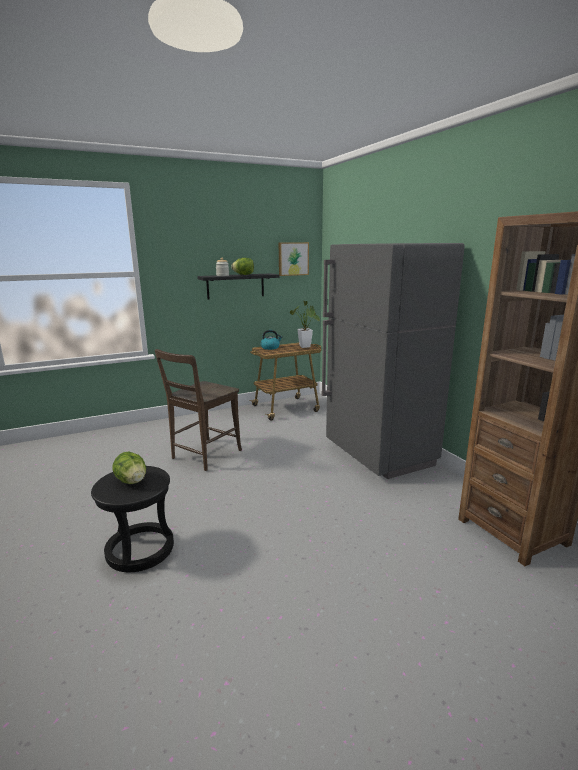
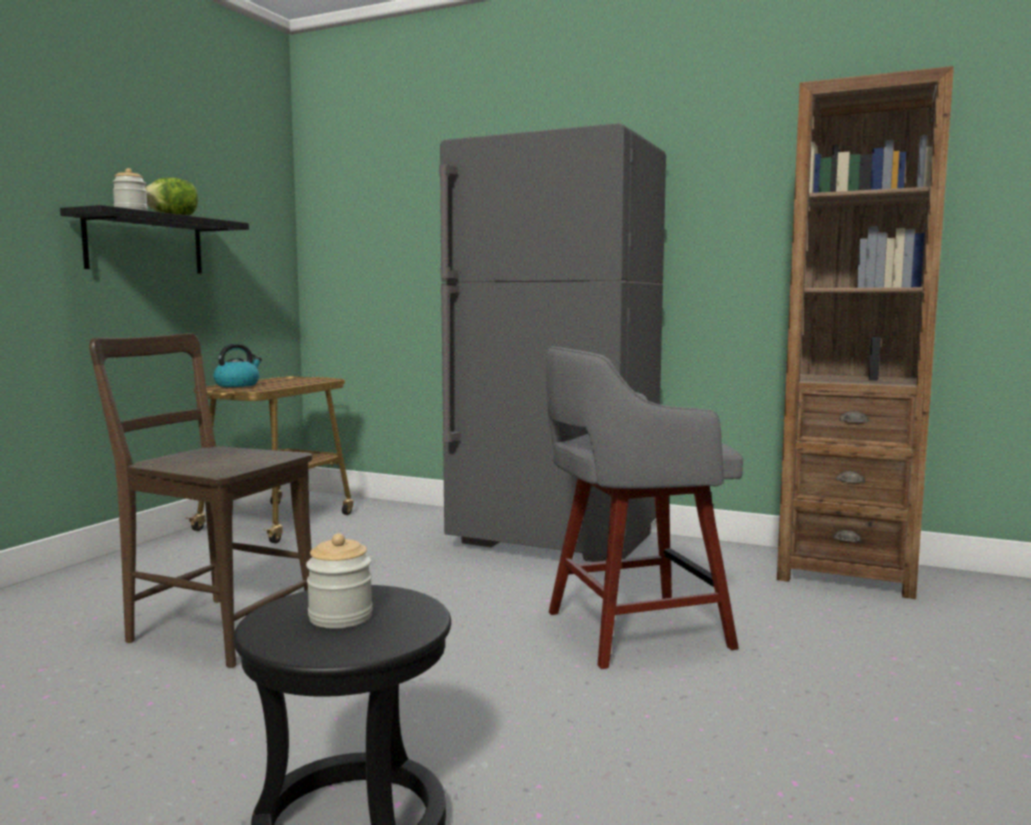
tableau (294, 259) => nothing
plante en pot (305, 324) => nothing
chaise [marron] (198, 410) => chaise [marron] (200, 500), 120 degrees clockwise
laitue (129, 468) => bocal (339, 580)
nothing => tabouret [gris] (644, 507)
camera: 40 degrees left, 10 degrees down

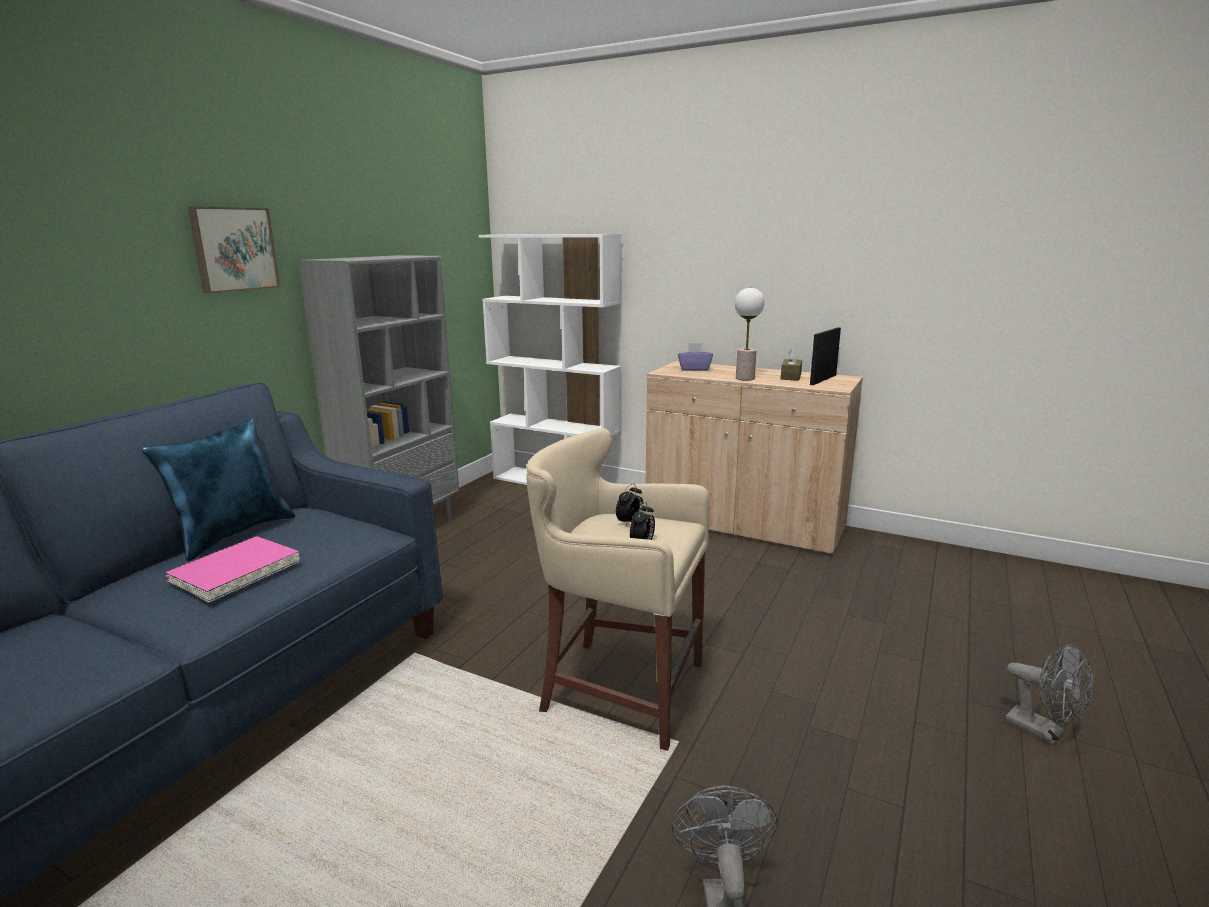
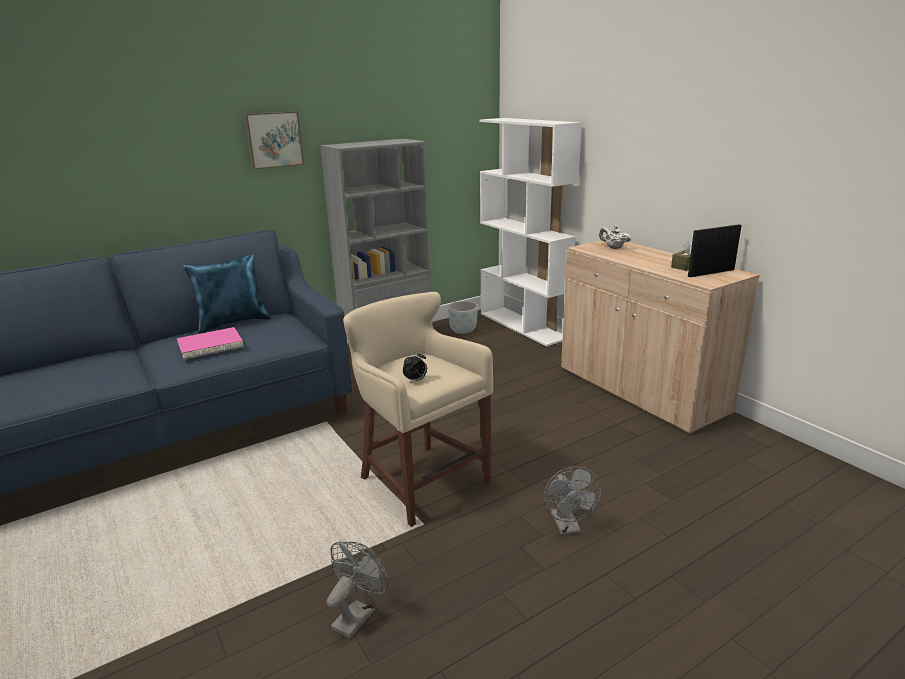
lampe de table (750, 334) => nothing
boîte à mouchoirs [violet] (695, 357) => théière [blanc] (615, 237)
réveil (630, 505) => nothing
ventilateur [gris] (1049, 694) => ventilateur [gris] (572, 500), moved
nothing => cache-pot [gris] (463, 317)
camera: 30 degrees right, 5 degrees up

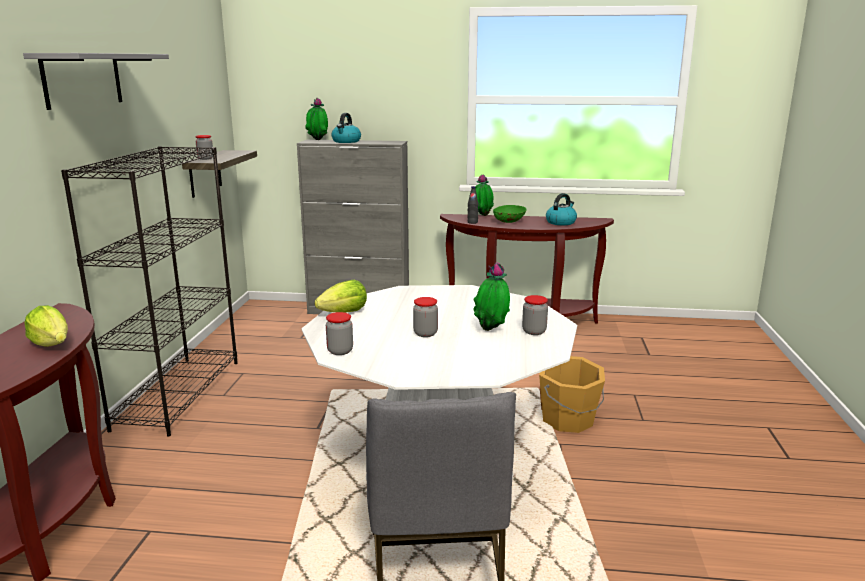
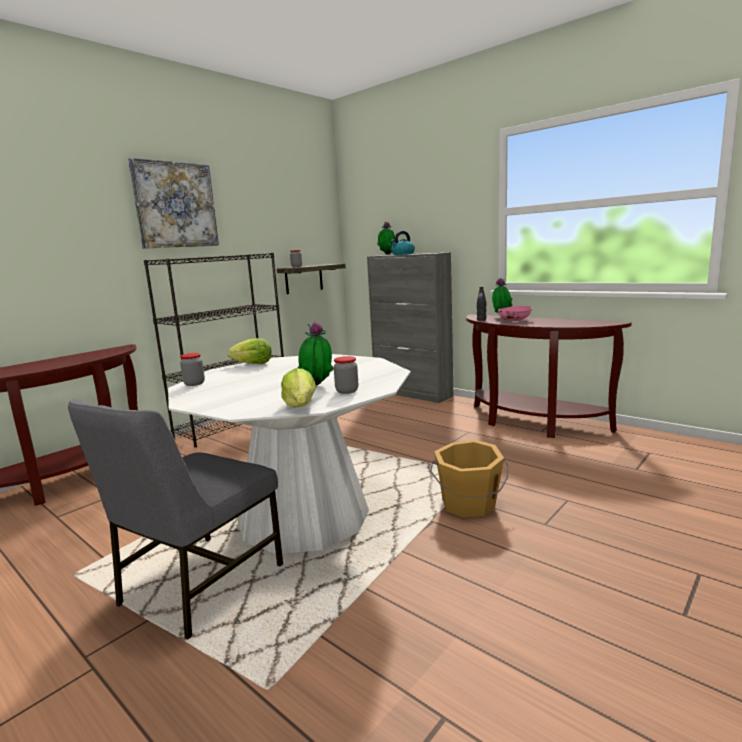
étagère [gris] (96, 81) => tableau (173, 203)
bouilloire (561, 209) => nothing
bol [vert] (510, 214) => bol [rose] (515, 313)
bocal (425, 317) => nothing
laitue (46, 326) => laitue (298, 388), moved
camera: 35 degrees right, 5 degrees down

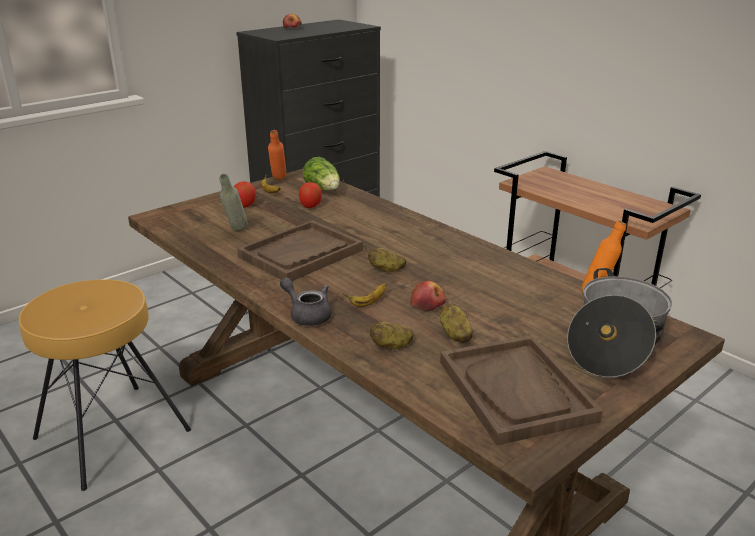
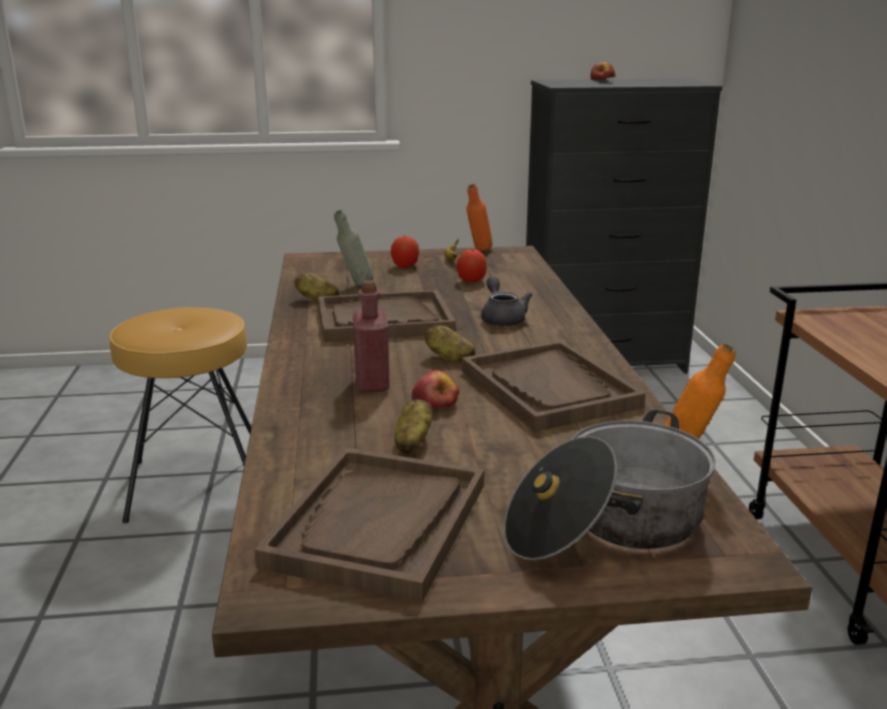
laitue (321, 173) => nothing
théière [gris] (305, 301) => théière [gris] (507, 301), moved
banane (364, 295) => bouteille [rouge] (371, 336)
pomme de terre (391, 335) => pomme de terre (316, 287), moved
nothing => plateau [marron] (554, 386)
camera: 35 degrees right, 5 degrees down

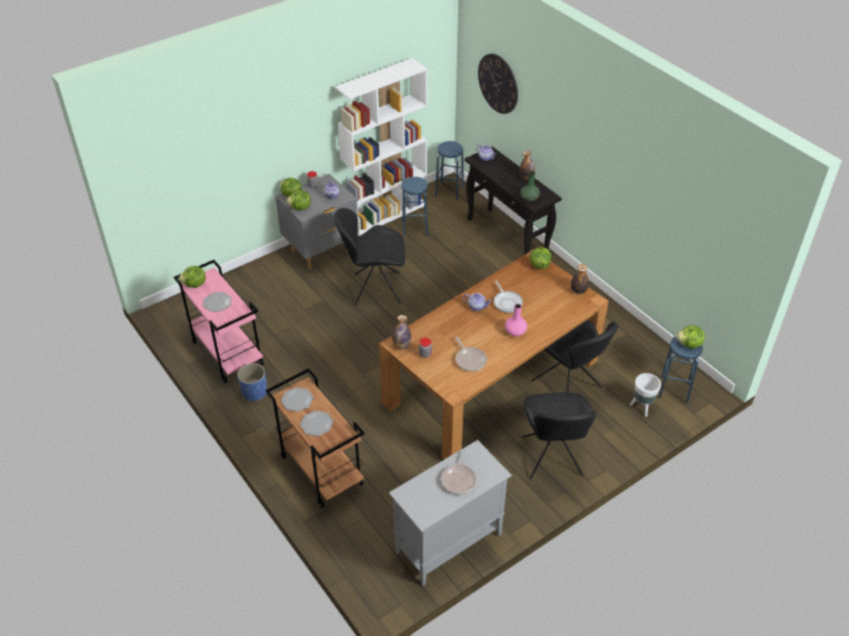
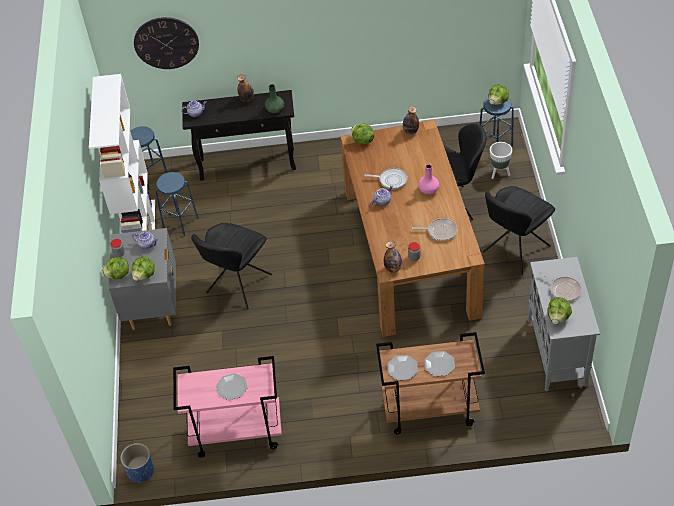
laitue (192, 277) => laitue (559, 310), moved
cache-pot [bleu] (252, 382) => cache-pot [bleu] (137, 463), moved
chaise [noir] (559, 436) => chaise [noir] (519, 230), 105 degrees clockwise
camera: 55 degrees left, 5 degrees up

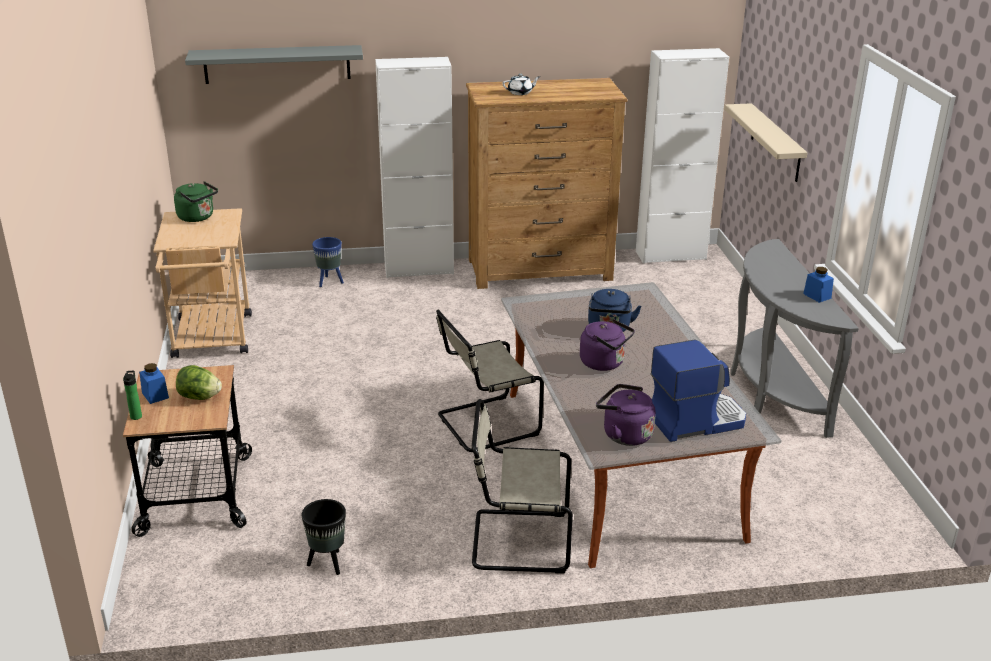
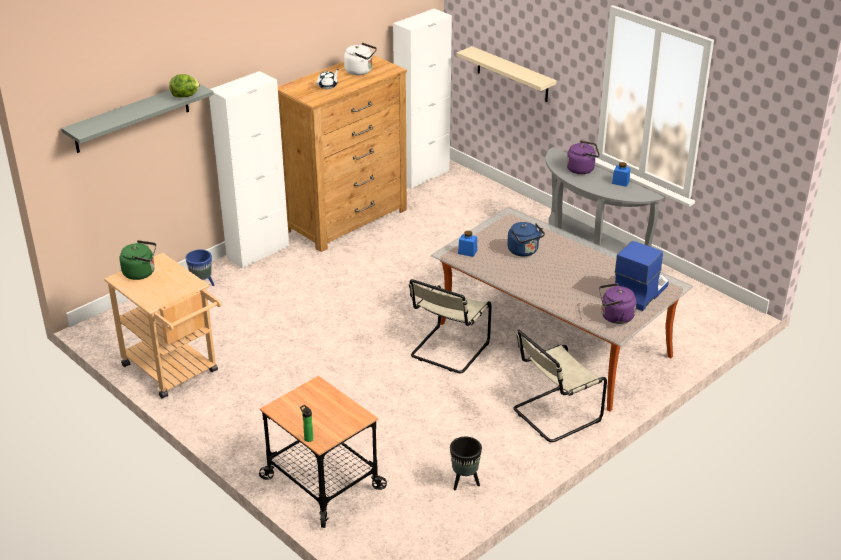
bouilloire [violet] (607, 345) => bouilloire [violet] (583, 157), moved
bocal [bleu] (154, 383) => bocal [bleu] (467, 244), moved
laitue (199, 382) => laitue (184, 86), moved
nothing => bouilloire [blanc] (360, 59)
camera: 35 degrees left, 5 degrees up

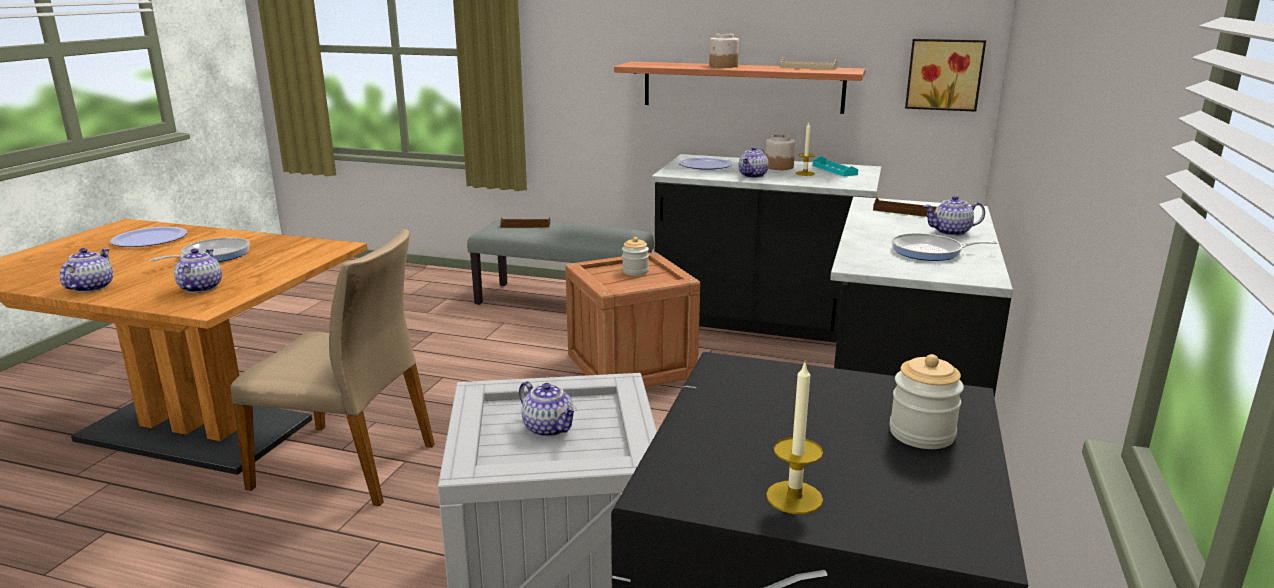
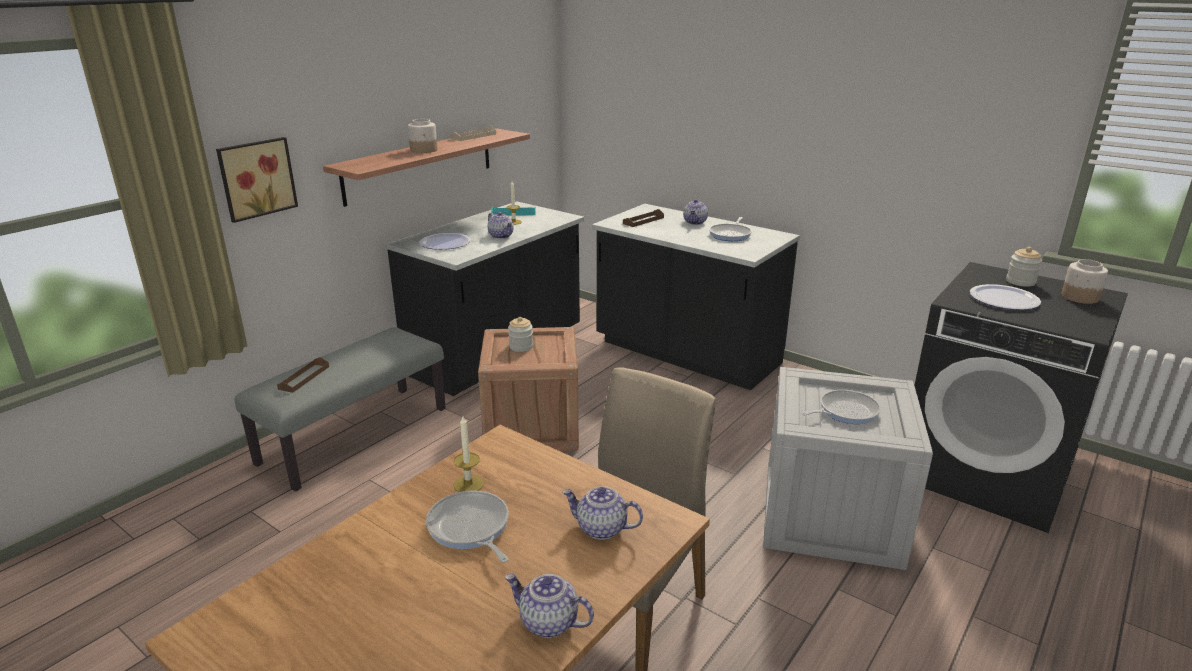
tableau (945, 75) => tableau (257, 180), moved
bocal (780, 152) => bocal (1084, 281), moved
assiette (149, 237) => assiette (1005, 297), moved
bougie (794, 438) => bougie (469, 454), moved
théière (548, 409) => poêle (841, 407)
camera: 70 degrees left, 5 degrees up

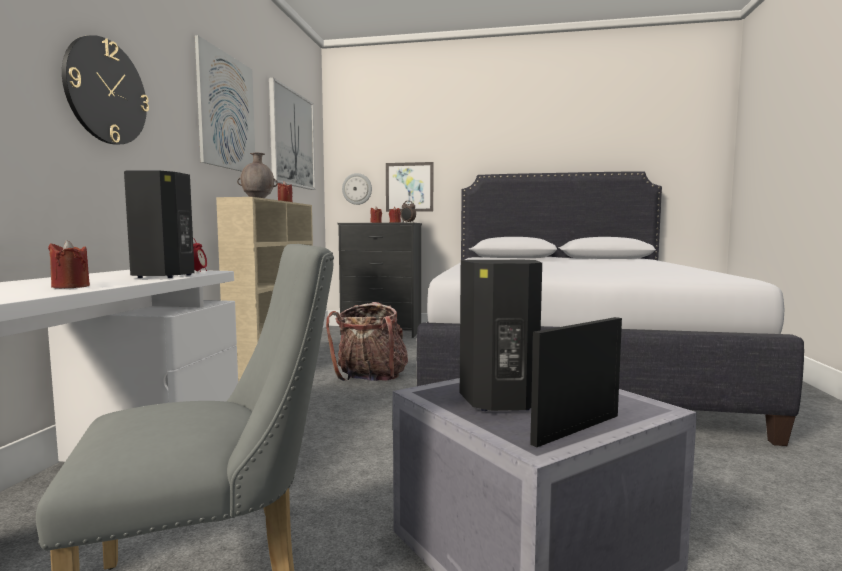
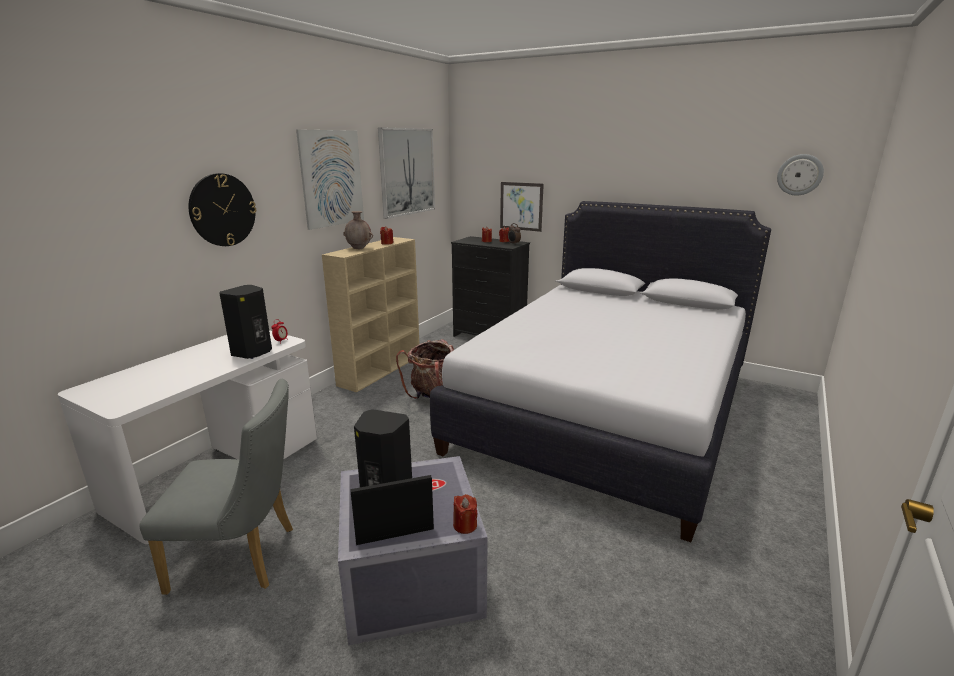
horloge murale (357, 189) => horloge murale (800, 175), moved
bougie [rouge] (69, 264) => bougie [rouge] (465, 514), moved
camera: 20 degrees right, 15 degrees up

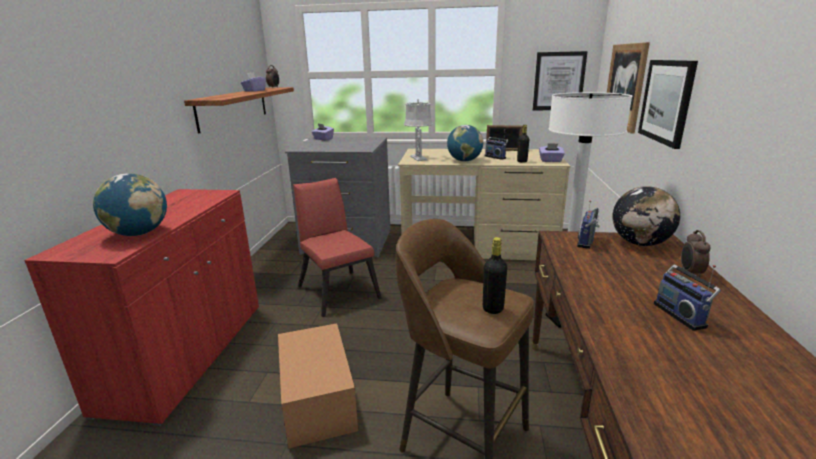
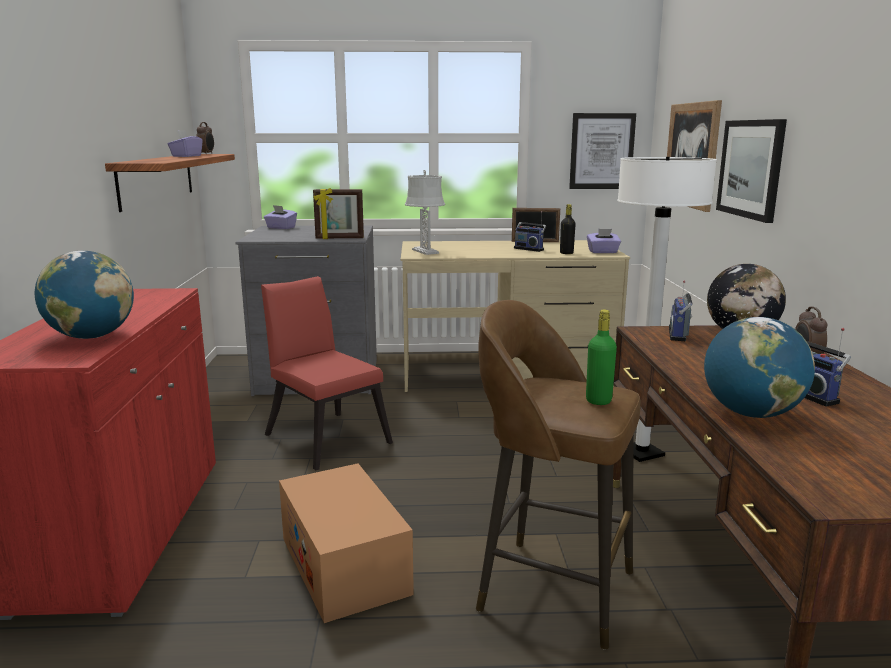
globe (465, 143) => globe (759, 367), moved
bouteille [noir] (495, 275) => bouteille [vert] (601, 357)
nothing => cadre photo (338, 213)
camera: 10 degrees left, 5 degrees down

